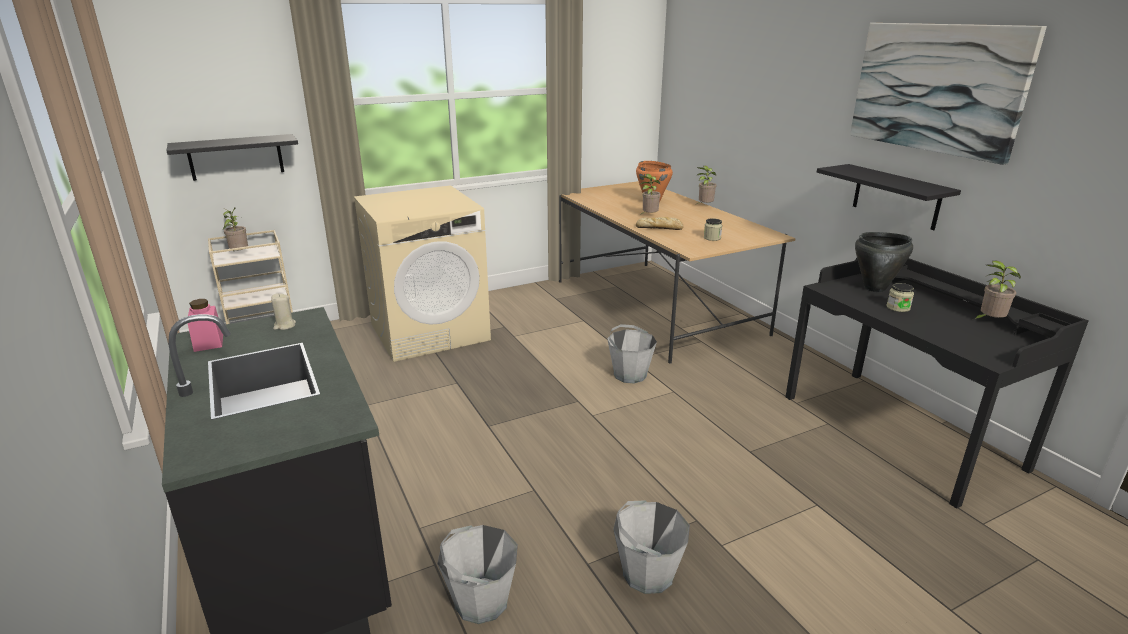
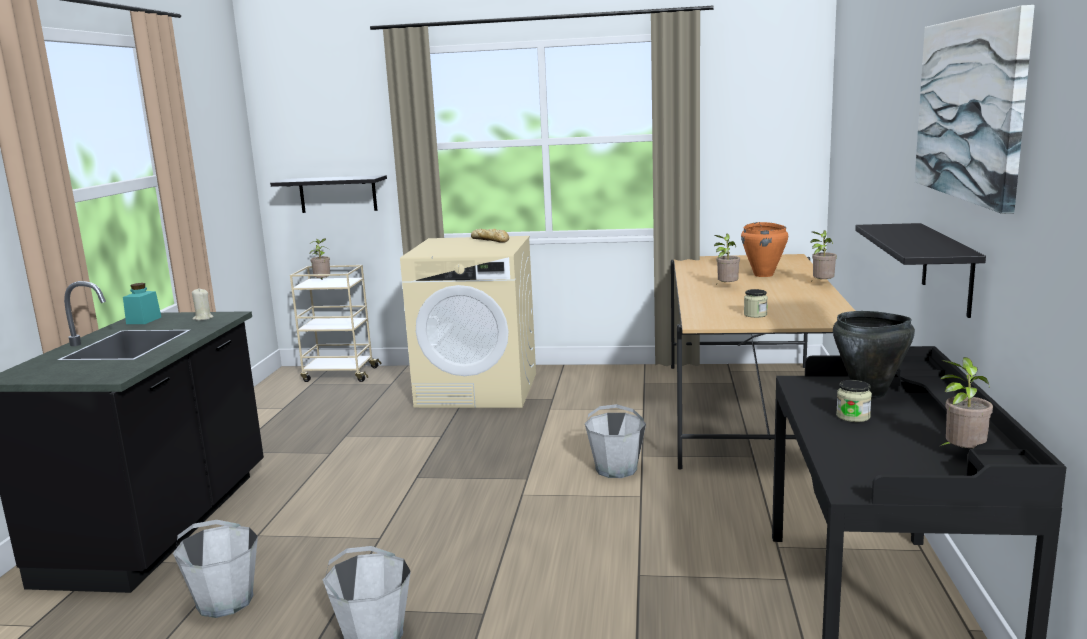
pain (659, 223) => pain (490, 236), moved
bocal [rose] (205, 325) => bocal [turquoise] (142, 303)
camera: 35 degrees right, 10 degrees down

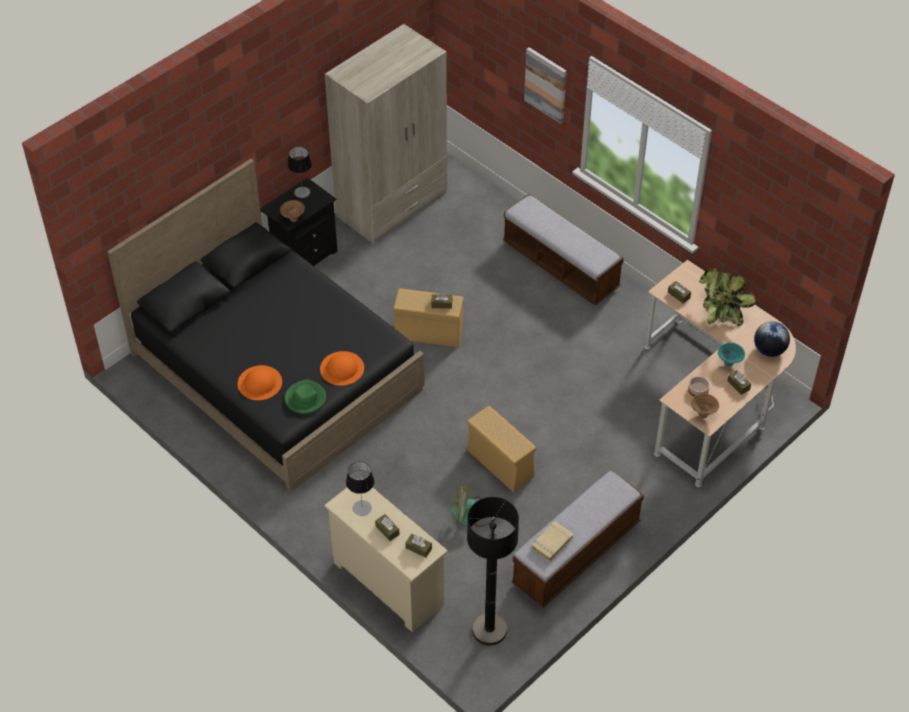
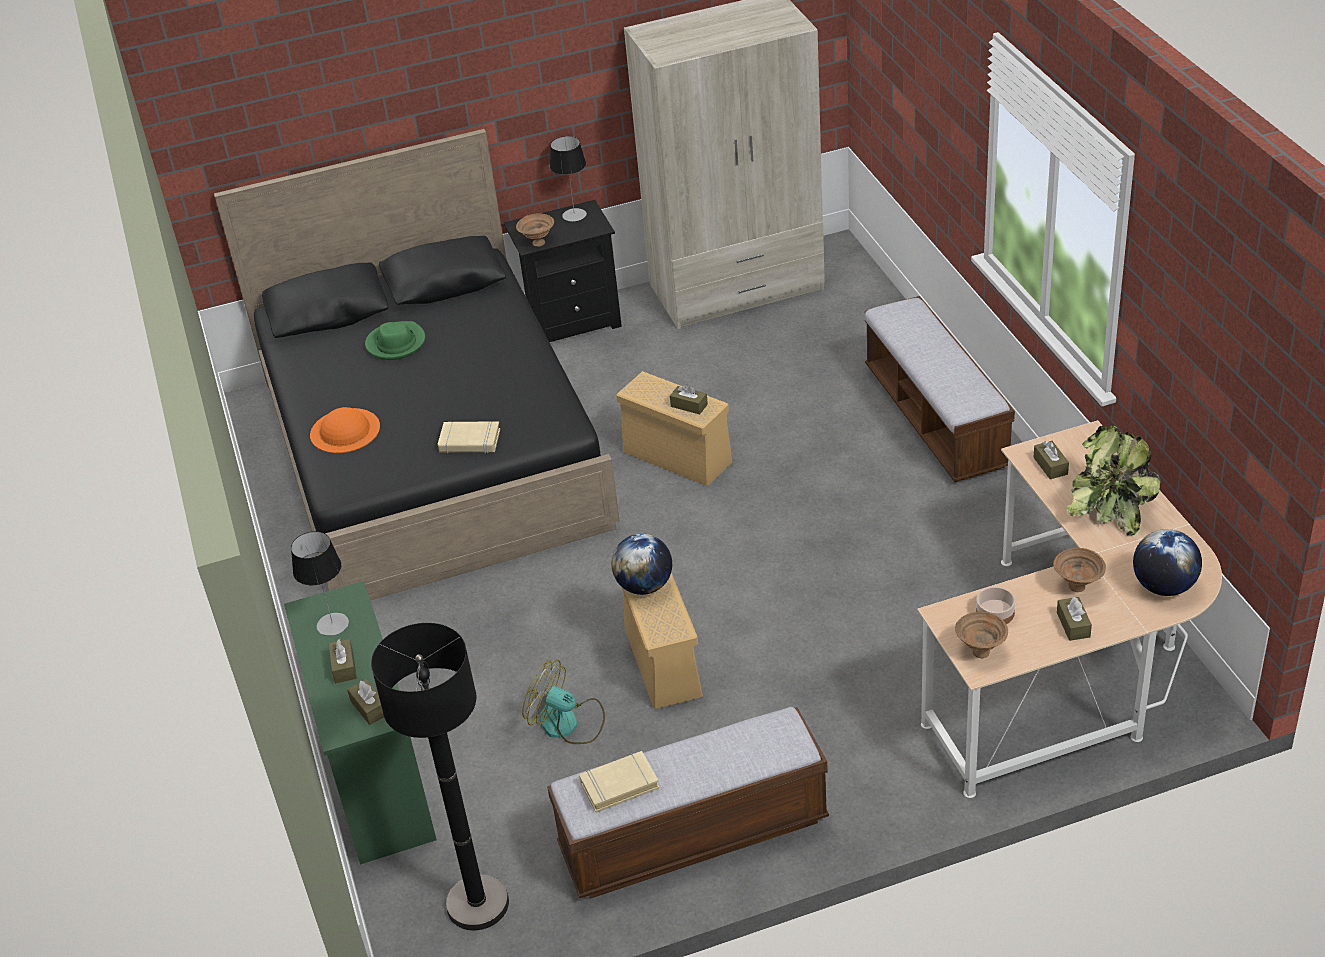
tableau (545, 85) => nothing
bol [turquoise] (731, 354) => bol [marron] (1079, 570)
chapeau [orange] (342, 368) => livre [beige] (469, 437)
chapeau [vert] (305, 396) => chapeau [vert] (395, 340), moved
commode [beige] (386, 555) => commode [vert] (360, 723)
nothing => globe (642, 564)
camera: 30 degrees right, 10 degrees down

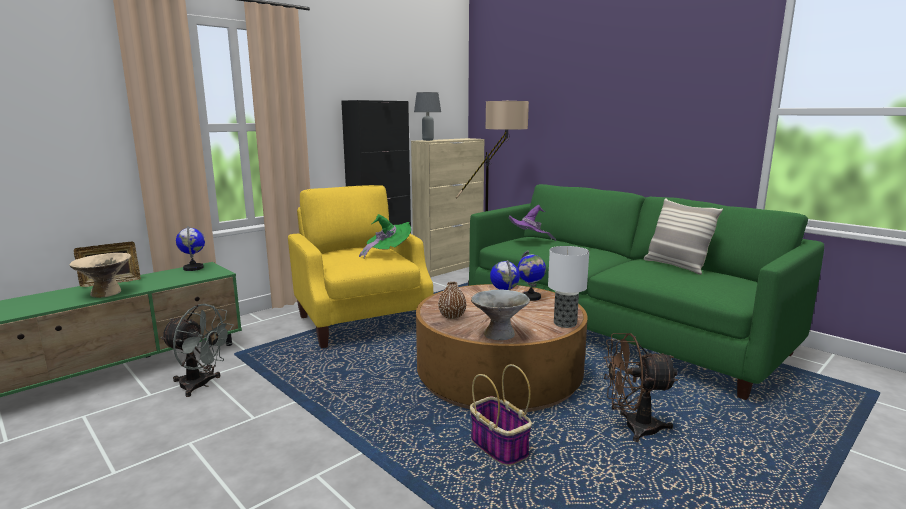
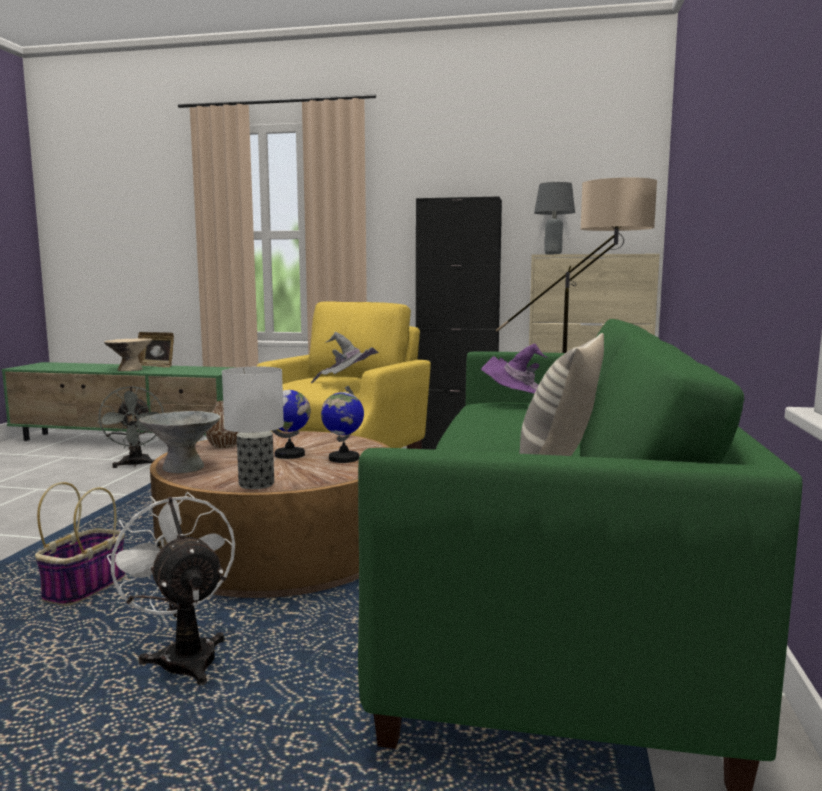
chapeau [vert] (385, 236) => chapeau [gris] (345, 357)
globe (190, 248) => nothing
ventilateur [marron] (641, 387) => ventilateur [blanc] (170, 588)
camera: 55 degrees right, 5 degrees down

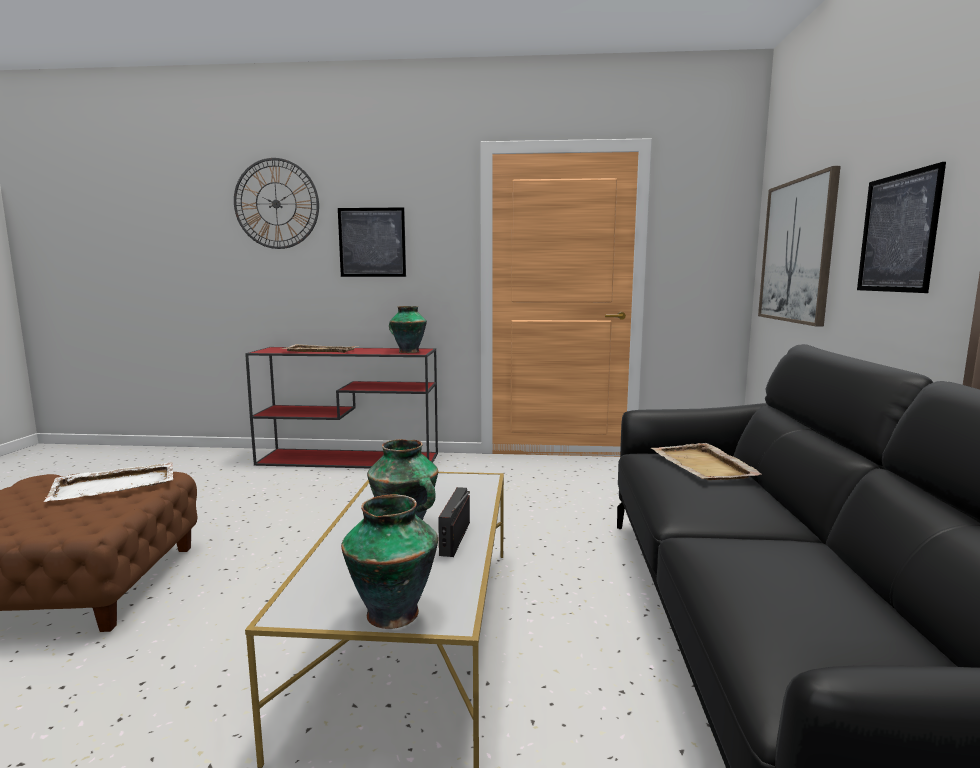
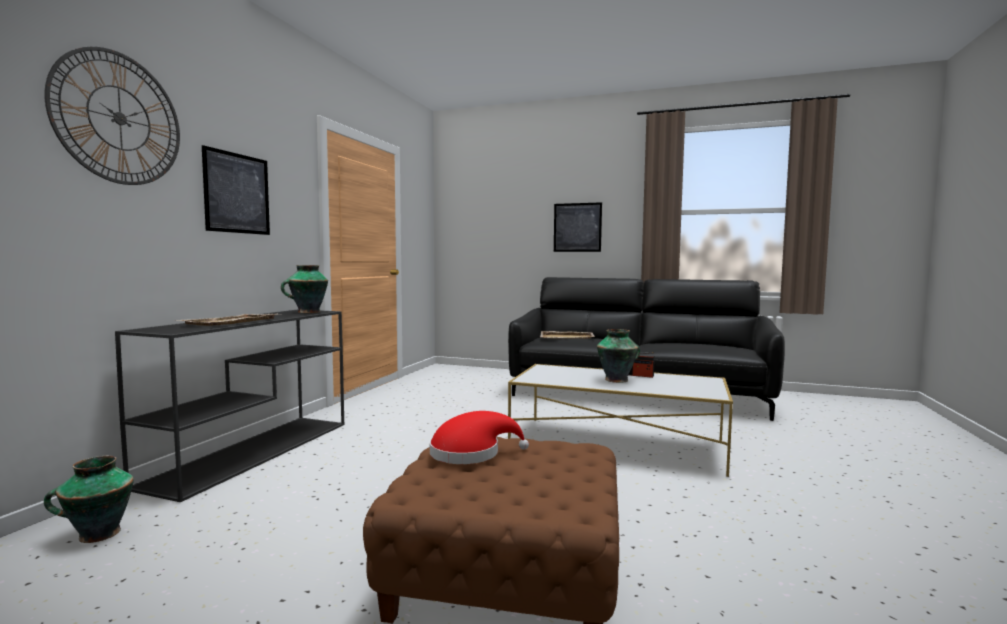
tableau (799, 246) => nothing
table console [rouge] (341, 407) => table console [noir] (229, 405)
plateau [blanc] (108, 482) => chapeau [rouge] (479, 437)
vase (389, 562) => vase (89, 499), moved
camera: 75 degrees left, 5 degrees down

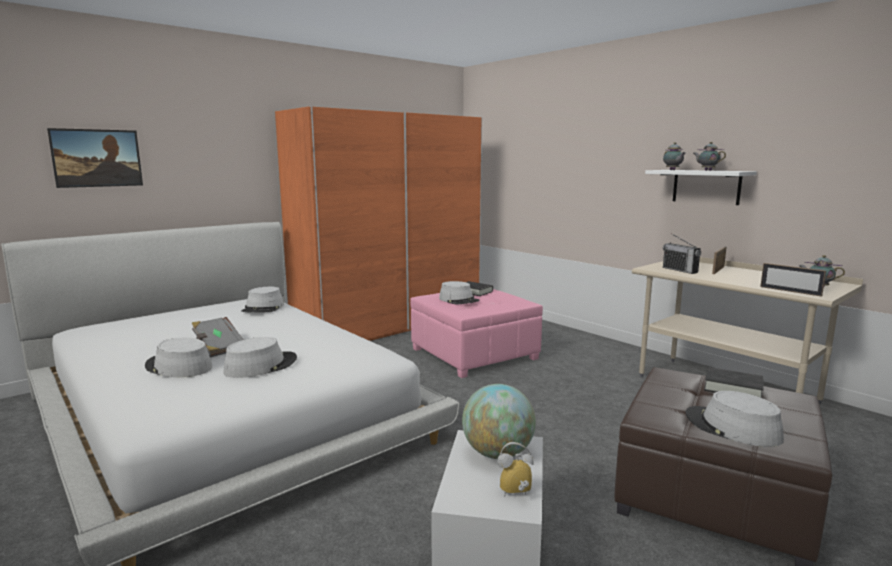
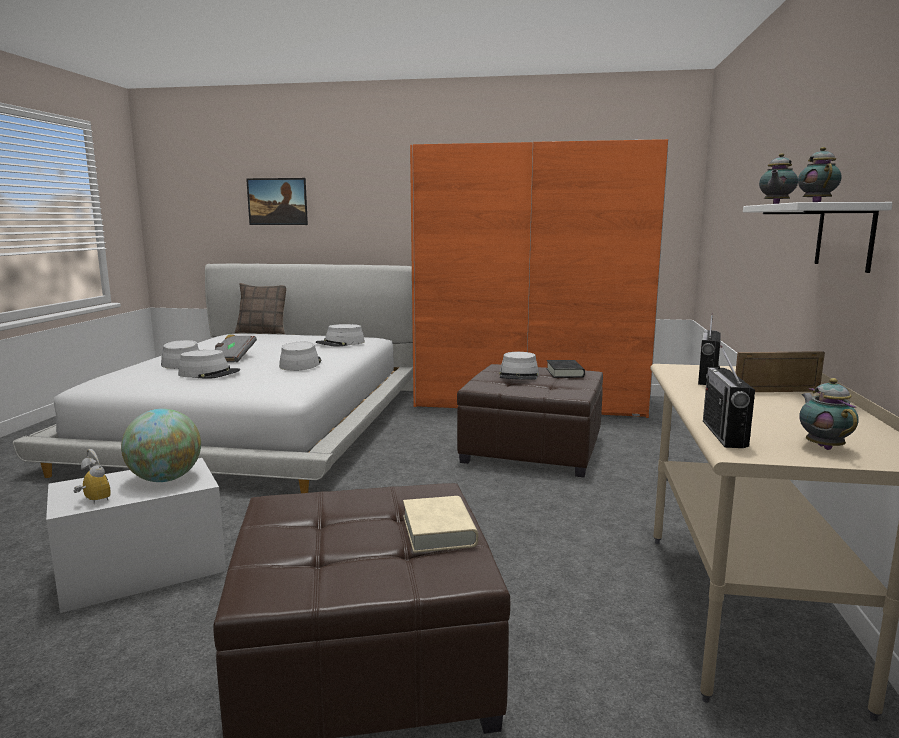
cadre photo (793, 280) => radio (729, 396)
pouf [rose] (476, 333) => pouf [marron] (530, 420)
livre [noir] (734, 382) => livre [beige] (440, 524)
chapeau [gris] (735, 419) => chapeau [gris] (300, 356), moved
nothing => coussin (260, 308)
camera: 50 degrees right, 0 degrees up

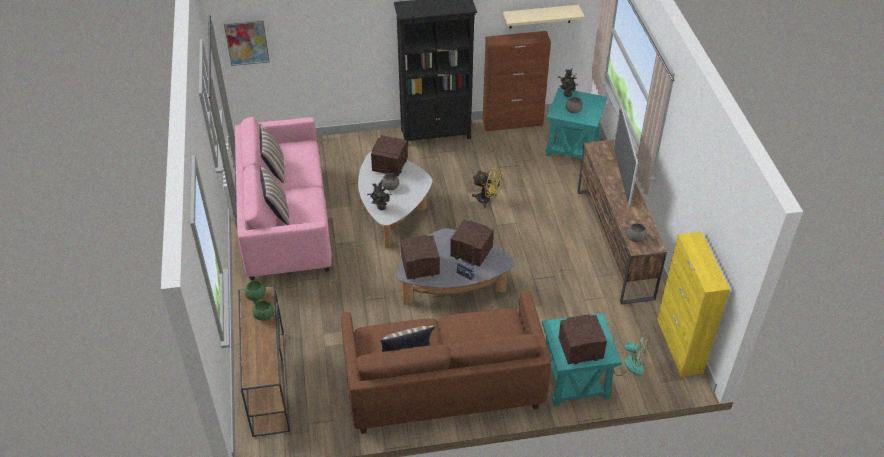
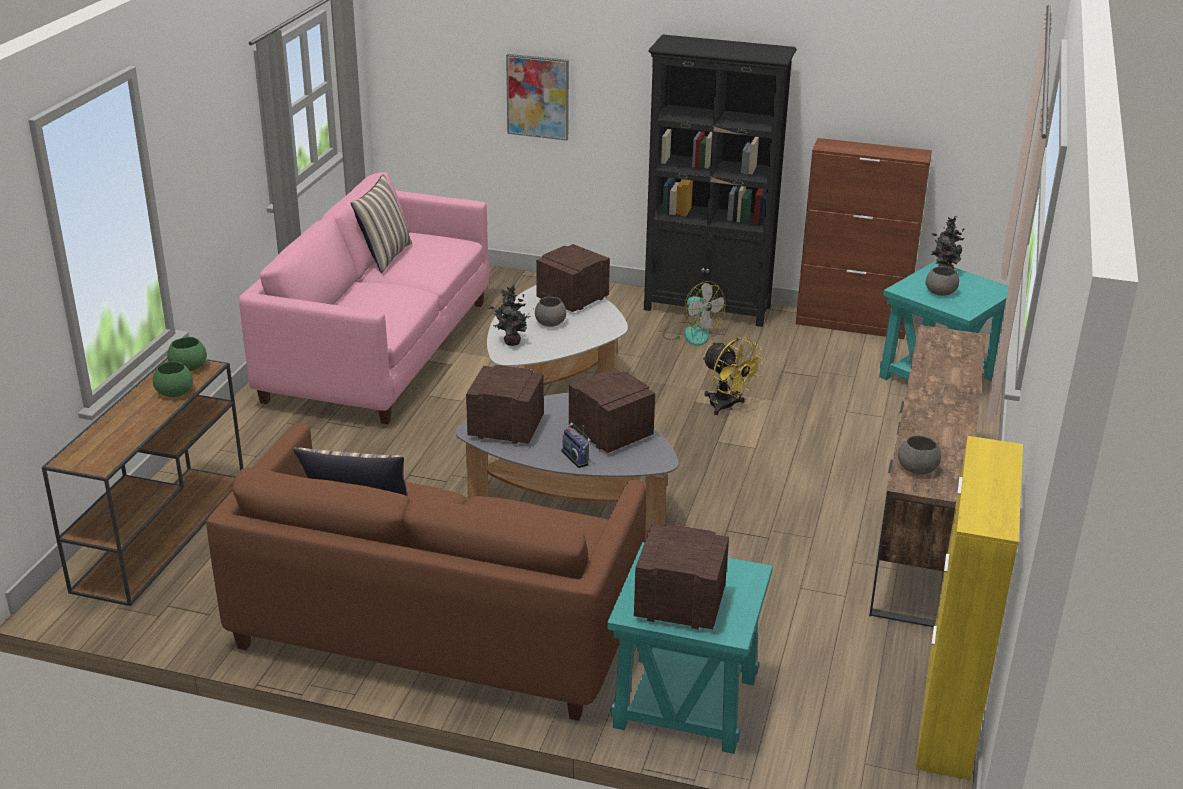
étagère [beige] (544, 16) => nothing
tableau (247, 43) => tableau (537, 97), moved
téléviseur (626, 155) => nothing
coussin (274, 195) => nothing
ventilateur (631, 354) => ventilateur (694, 313), moved
camera: 25 degrees right, 15 degrees down

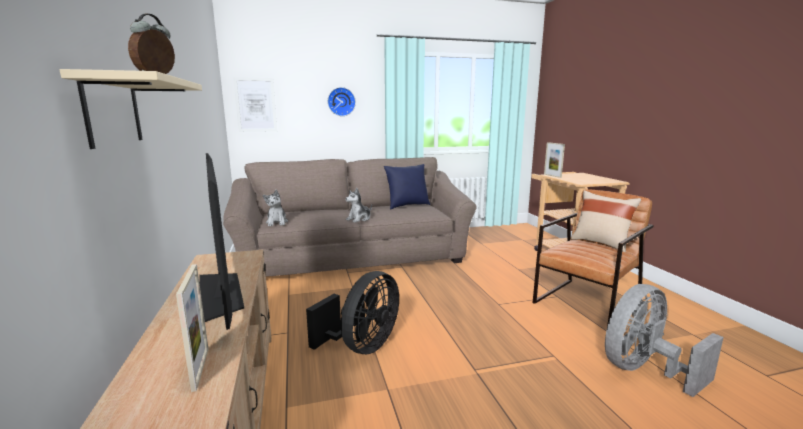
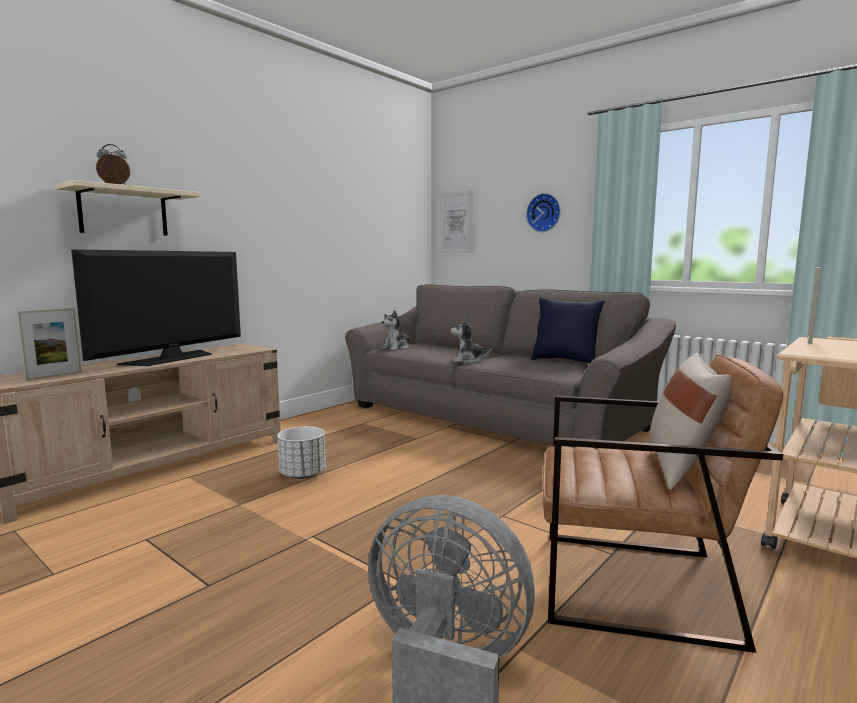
ventilateur [noir] (352, 312) => cache-pot [blanc] (301, 452)
camera: 55 degrees right, 5 degrees down

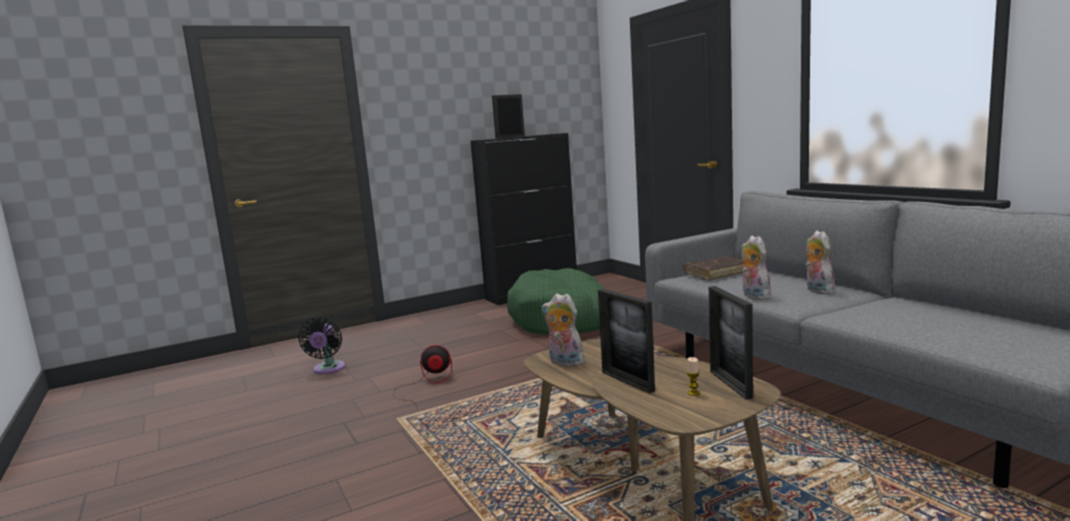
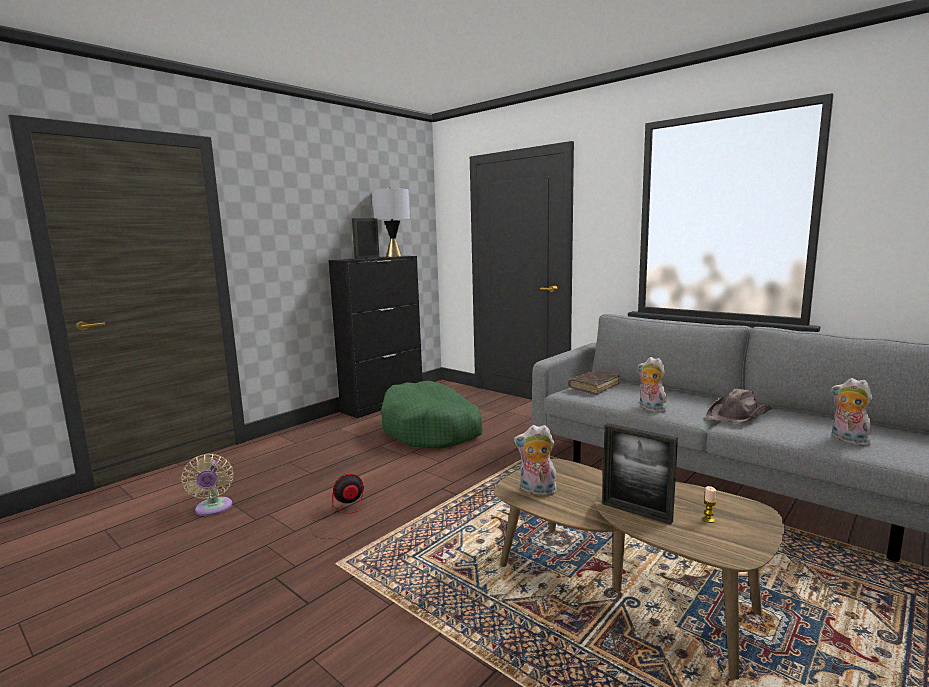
peluche (820, 262) => peluche (853, 412), moved
cadre photo (731, 343) => nothing
ventilateur [noir] (321, 345) => ventilateur [beige] (207, 485)
nothing => lampe de table [gris] (391, 222)
nothing => chapeau [marron] (739, 406)
camera: 20 degrees left, 0 degrees up

